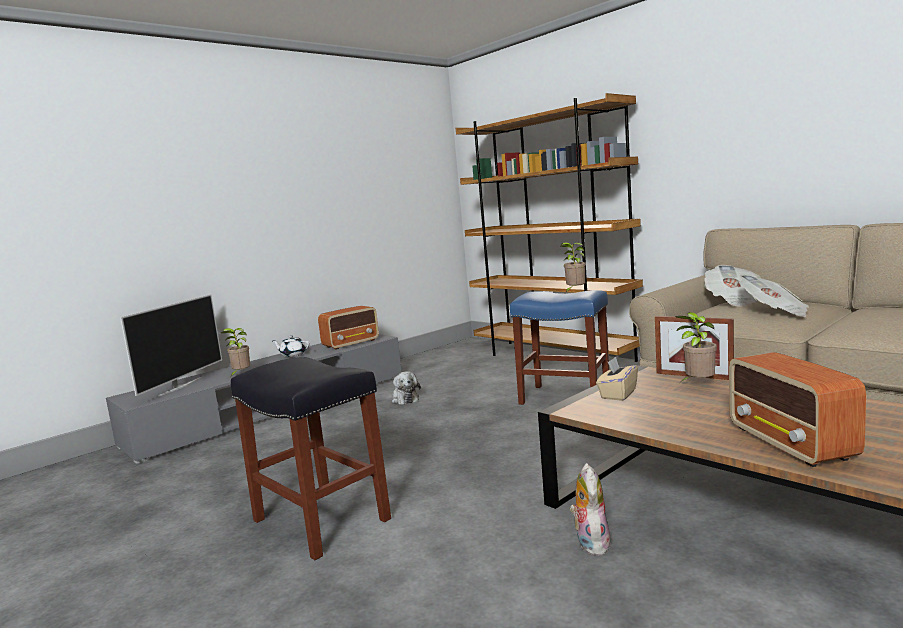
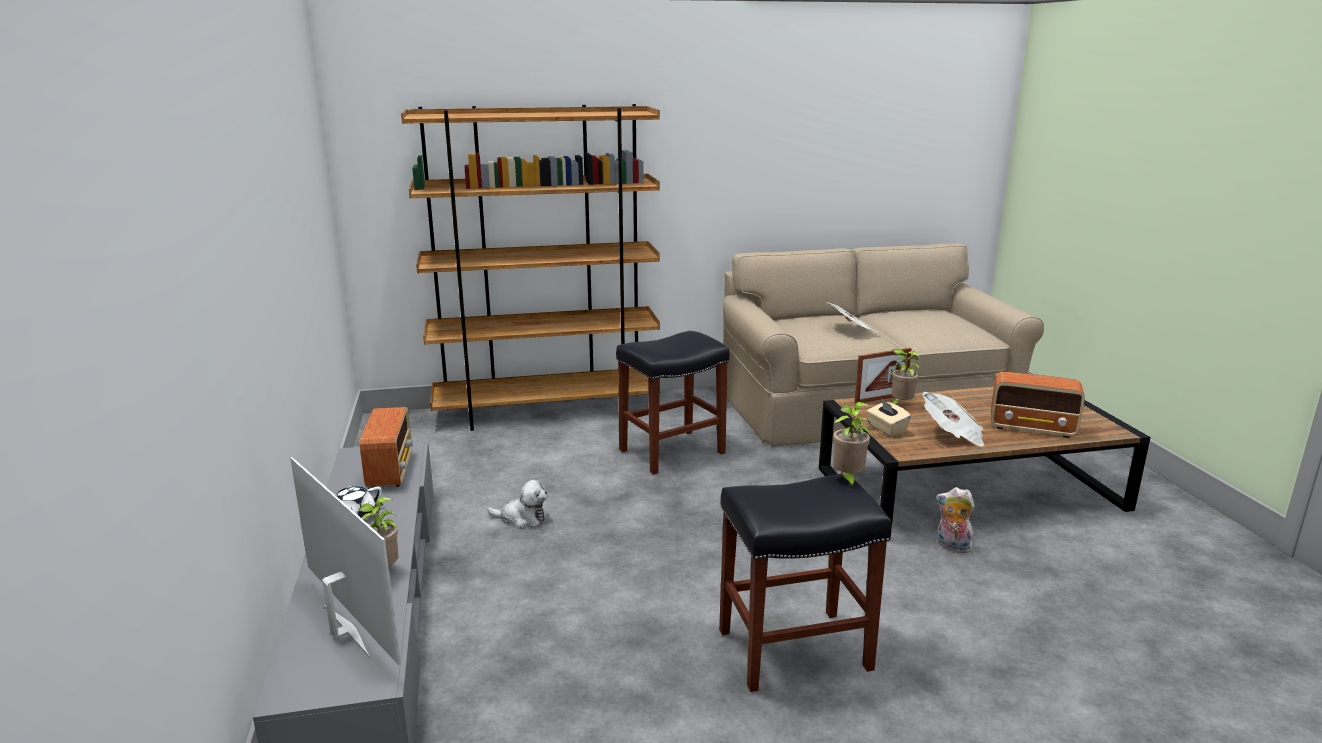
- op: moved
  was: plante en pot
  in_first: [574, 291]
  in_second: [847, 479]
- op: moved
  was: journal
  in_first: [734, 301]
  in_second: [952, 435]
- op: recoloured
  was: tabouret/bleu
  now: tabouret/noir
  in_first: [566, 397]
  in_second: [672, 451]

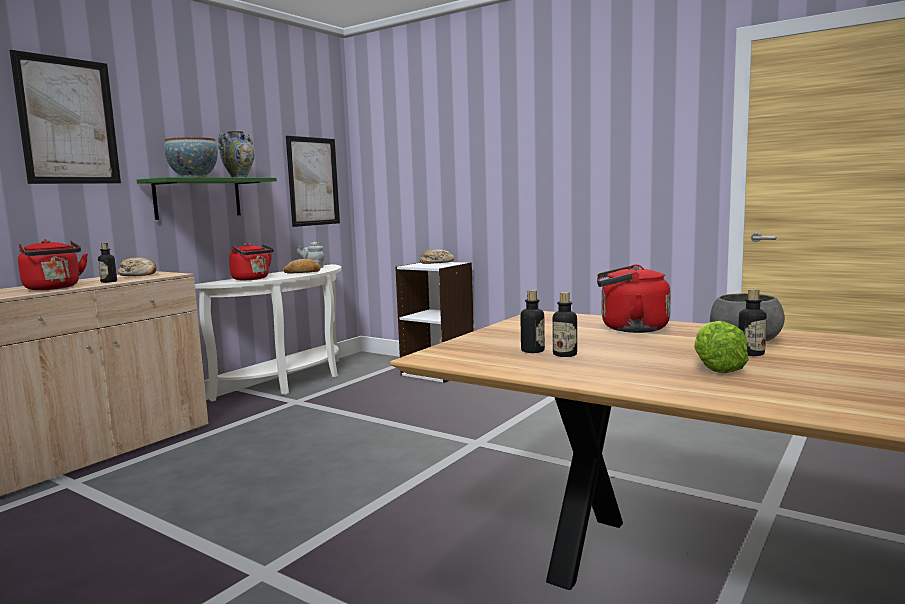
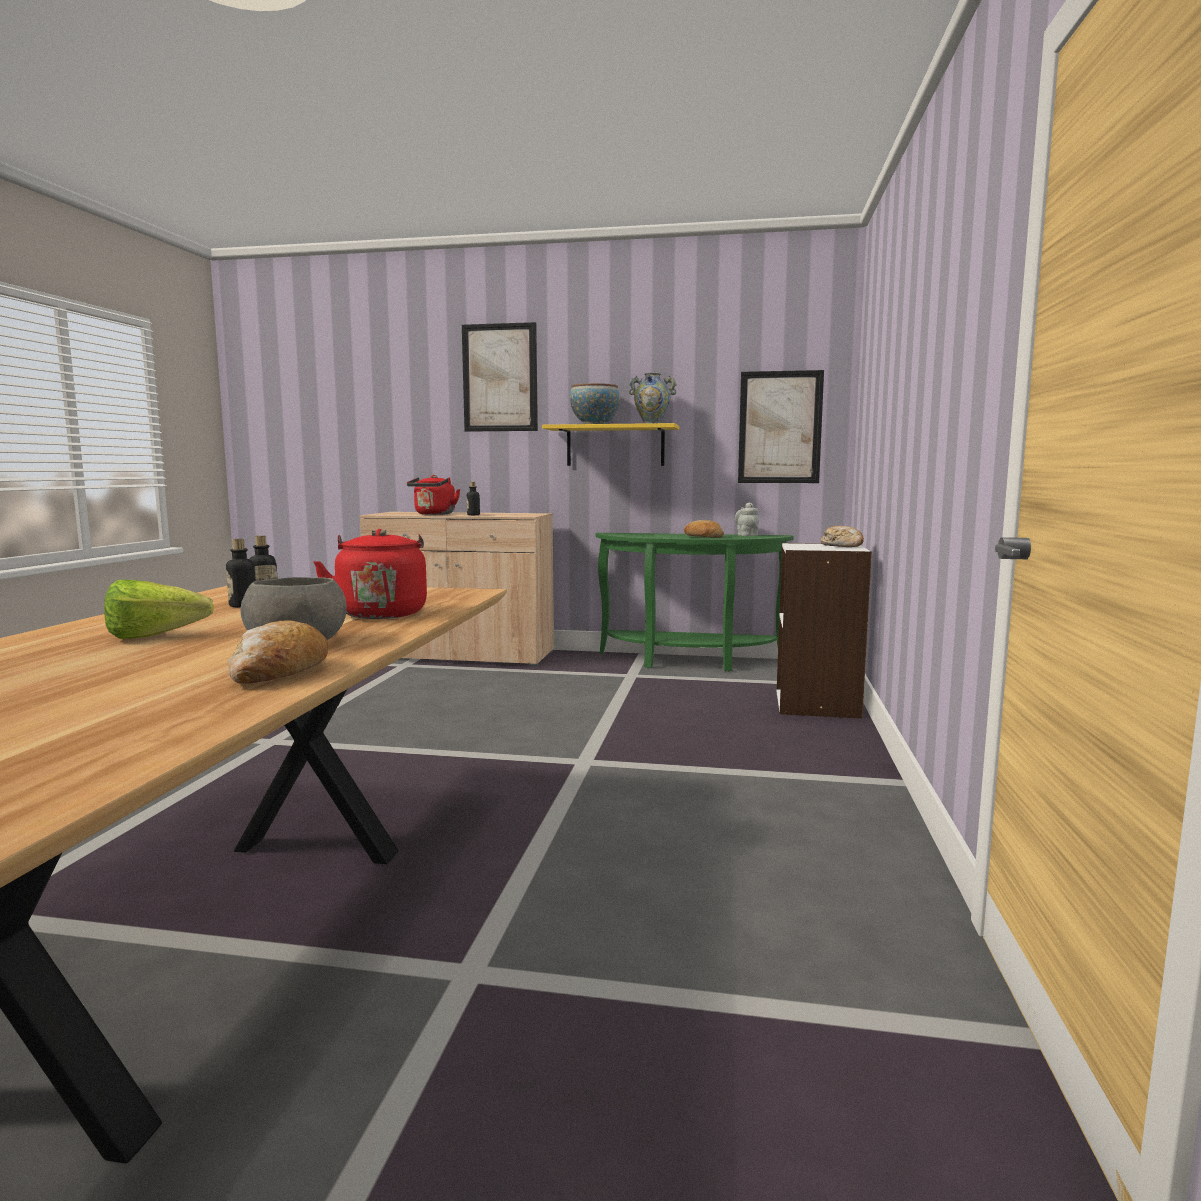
- op: removed
  was: bouilloire/rouge
  in_first: [252, 279]
- op: removed
  was: bouteille
  in_first: [751, 353]
- op: moved
  was: pain
  in_first: [139, 275]
  in_second: [278, 673]
- op: recoloured
  was: étagère/vert
  now: étagère/jaune
  in_first: [198, 198]
  in_second: [615, 446]
- op: recoloured
  was: table console/blanc
  now: table console/vert
  in_first: [293, 382]
  in_second: [688, 662]

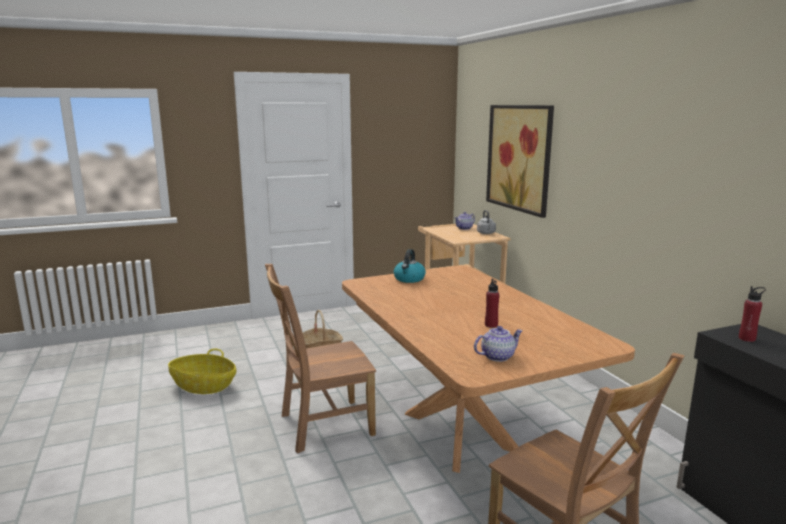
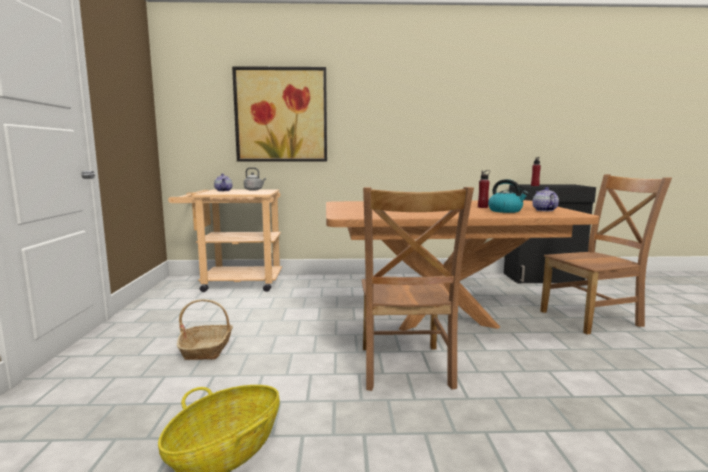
- op: moved
  was: bouilloire
  in_first: [409, 279]
  in_second: [505, 211]

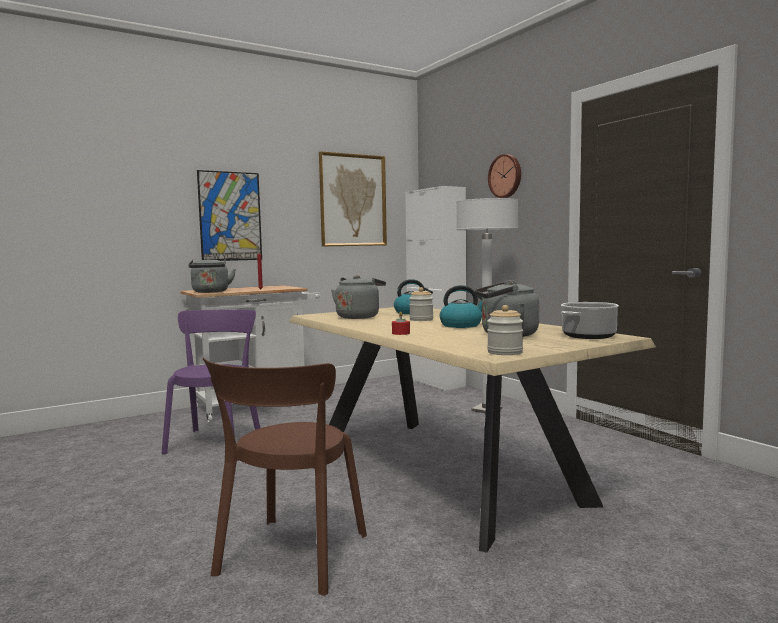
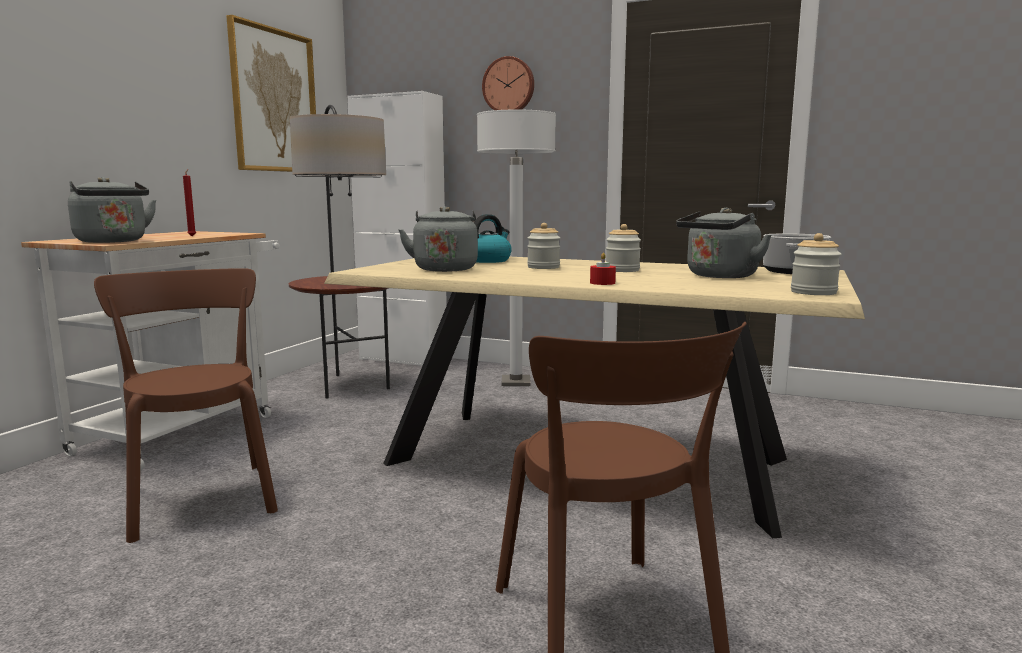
- op: removed
  was: tableau
  in_first: [230, 216]
- op: added
  now: lampadaire
  in_second: [349, 385]
- op: replaced
  was: bouilloire
  now: bocal
  in_first: [461, 325]
  in_second: [622, 270]
- op: recoloured
  was: chaise/violet
  now: chaise/marron
  in_first: [215, 440]
  in_second: [201, 496]

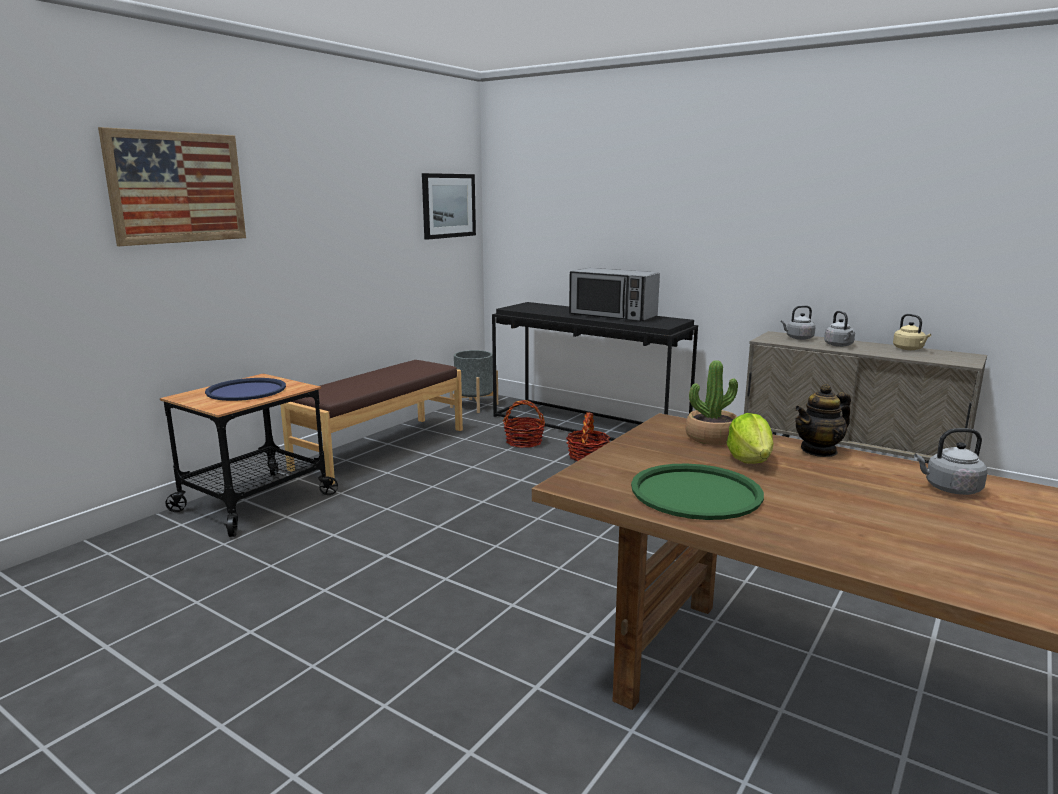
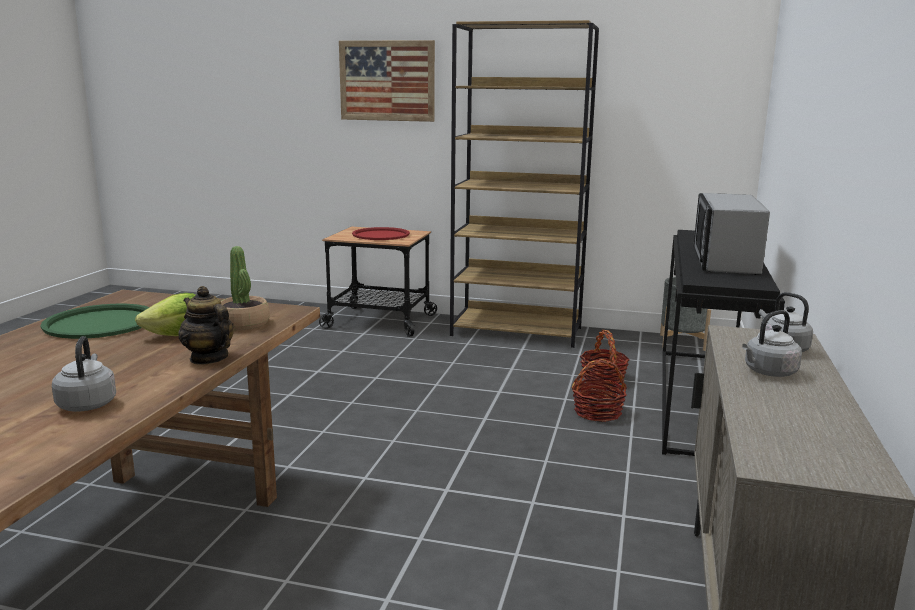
- op: removed
  was: tableau
  in_first: [448, 205]
- op: removed
  was: bouilloire/beige
  in_first: [909, 349]
- op: replaced
  was: banc/marron
  now: bibliothèque/marron
  in_first: [380, 448]
  in_second: [517, 331]
- op: recoloured
  was: plateau/bleu
  now: plateau/rouge
  in_first: [246, 391]
  in_second: [380, 235]

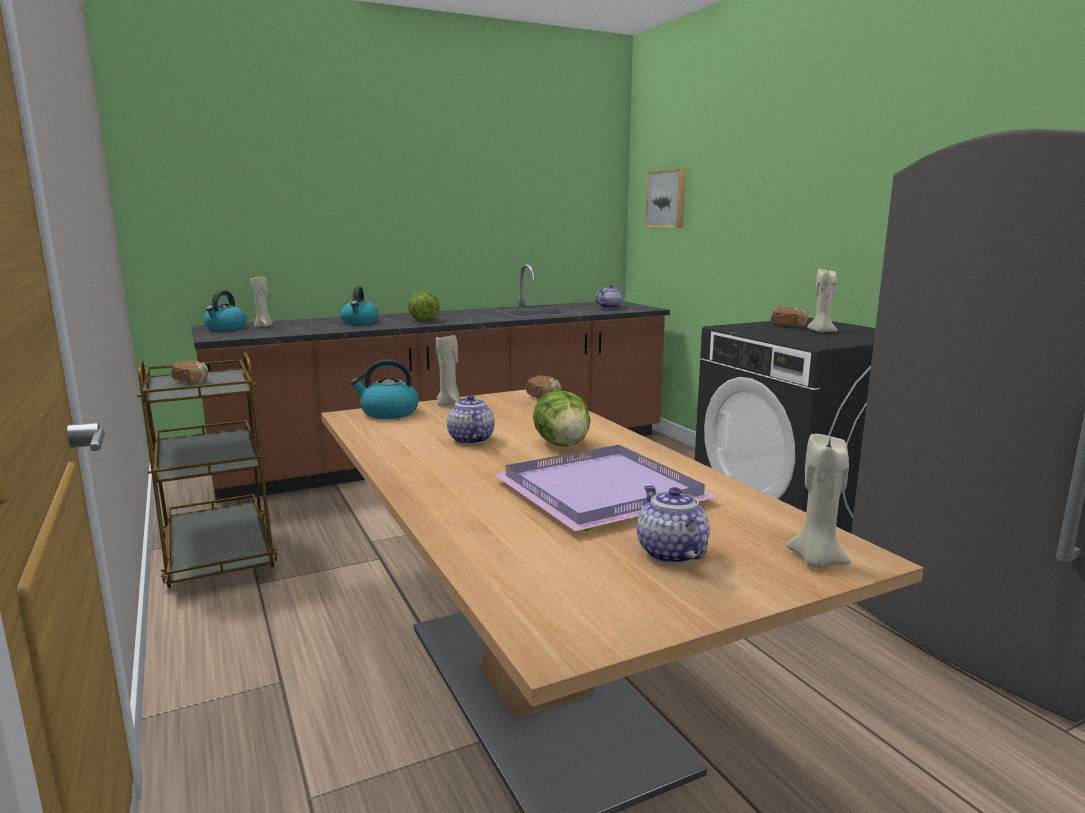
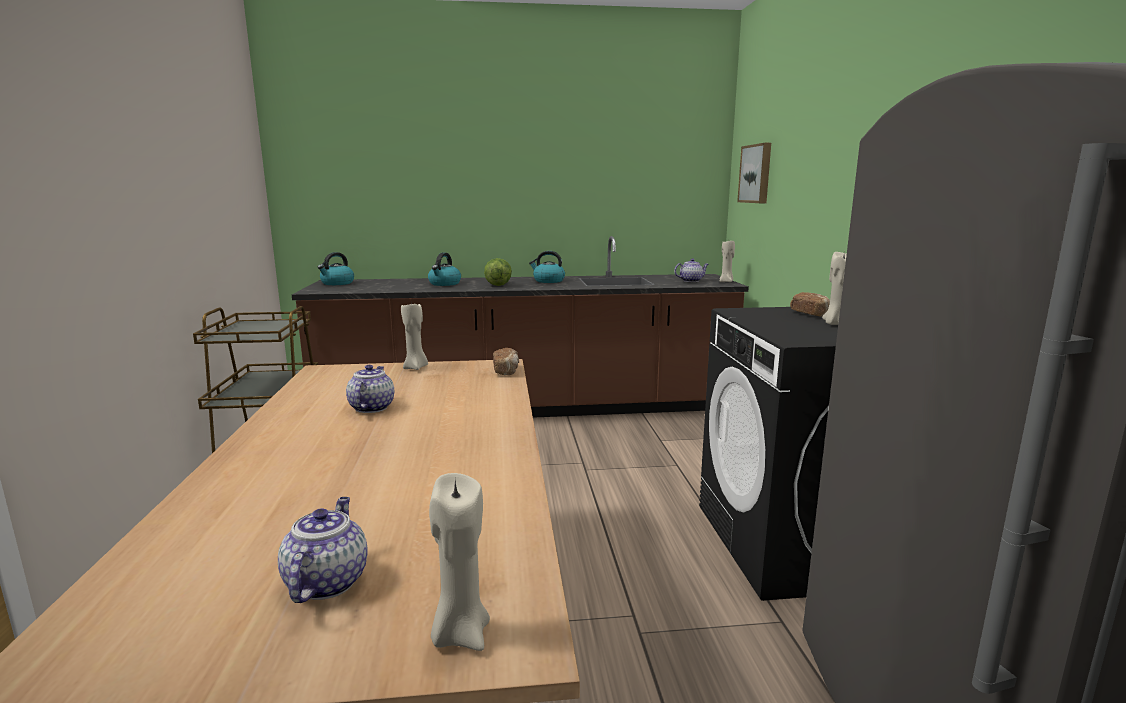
- op: removed
  was: pain
  in_first: [192, 382]
- op: removed
  was: plateau/violet
  in_first: [600, 494]
- op: removed
  was: laitue
  in_first: [563, 445]
- op: moved
  was: bougie/beige
  in_first: [263, 326]
  in_second: [726, 282]
- op: moved
  was: bouilloire
  in_first: [388, 413]
  in_second: [548, 281]

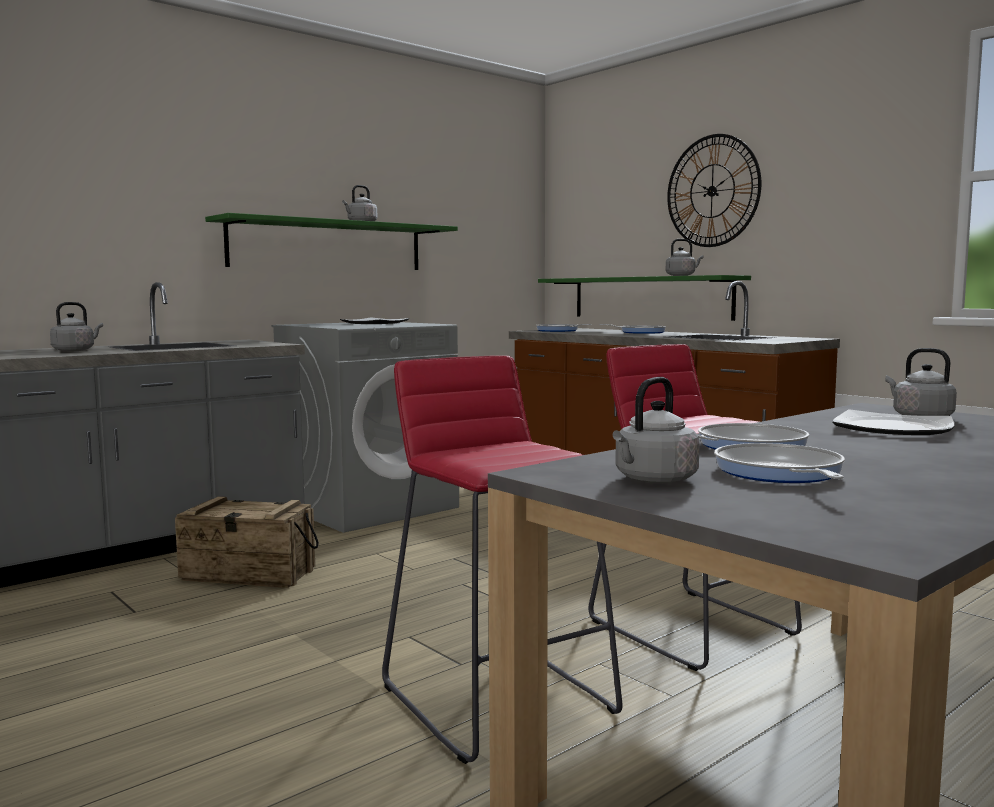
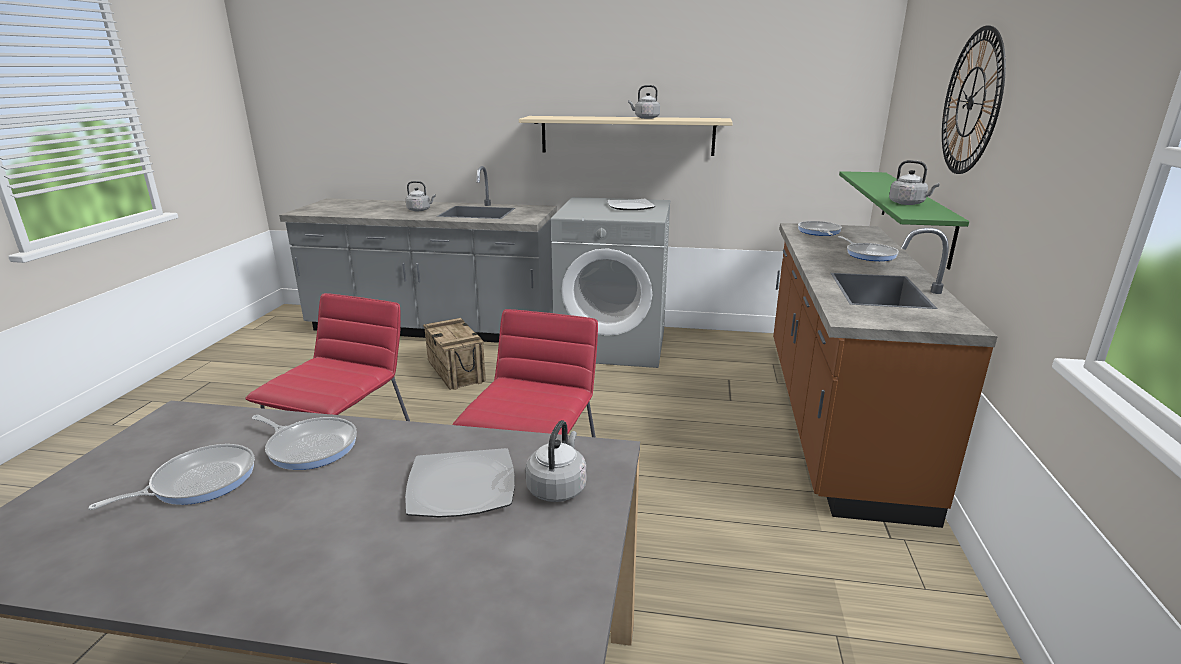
- op: removed
  was: bouilloire/gris
  in_first: [653, 480]
- op: recoloured
  was: étagère/vert
  now: étagère/beige
  in_first: [328, 246]
  in_second: [627, 135]

